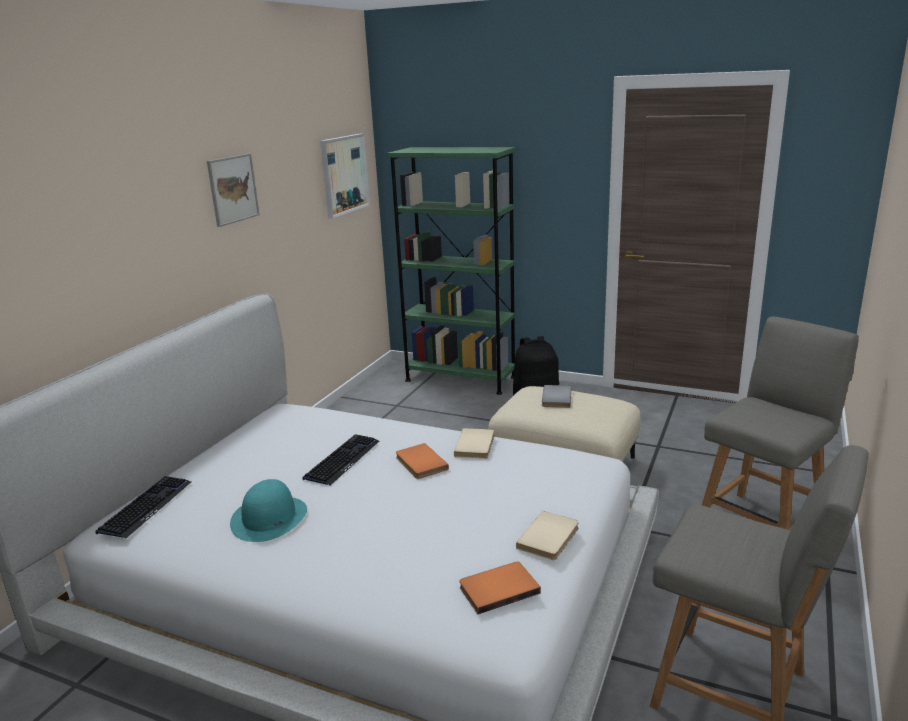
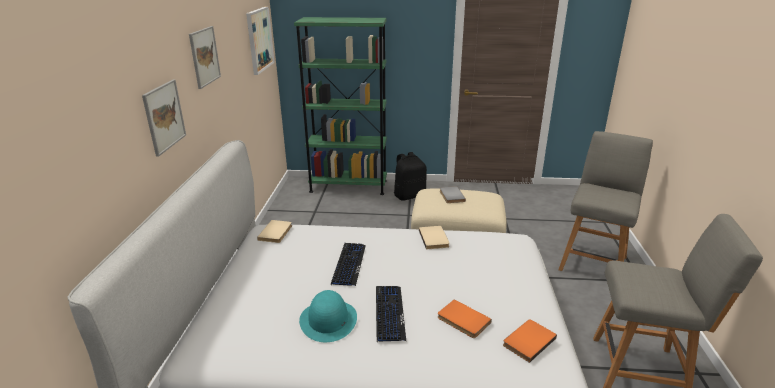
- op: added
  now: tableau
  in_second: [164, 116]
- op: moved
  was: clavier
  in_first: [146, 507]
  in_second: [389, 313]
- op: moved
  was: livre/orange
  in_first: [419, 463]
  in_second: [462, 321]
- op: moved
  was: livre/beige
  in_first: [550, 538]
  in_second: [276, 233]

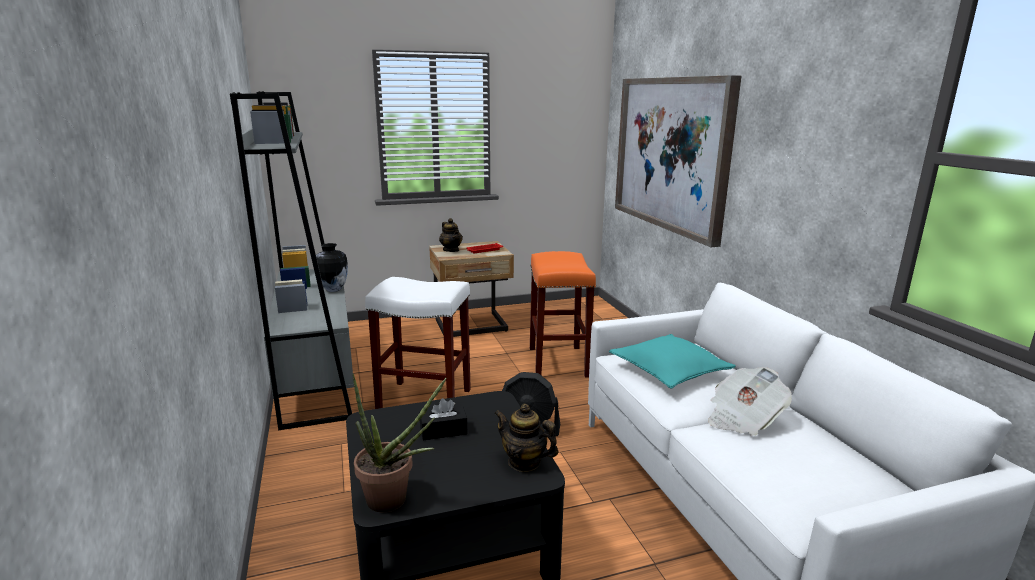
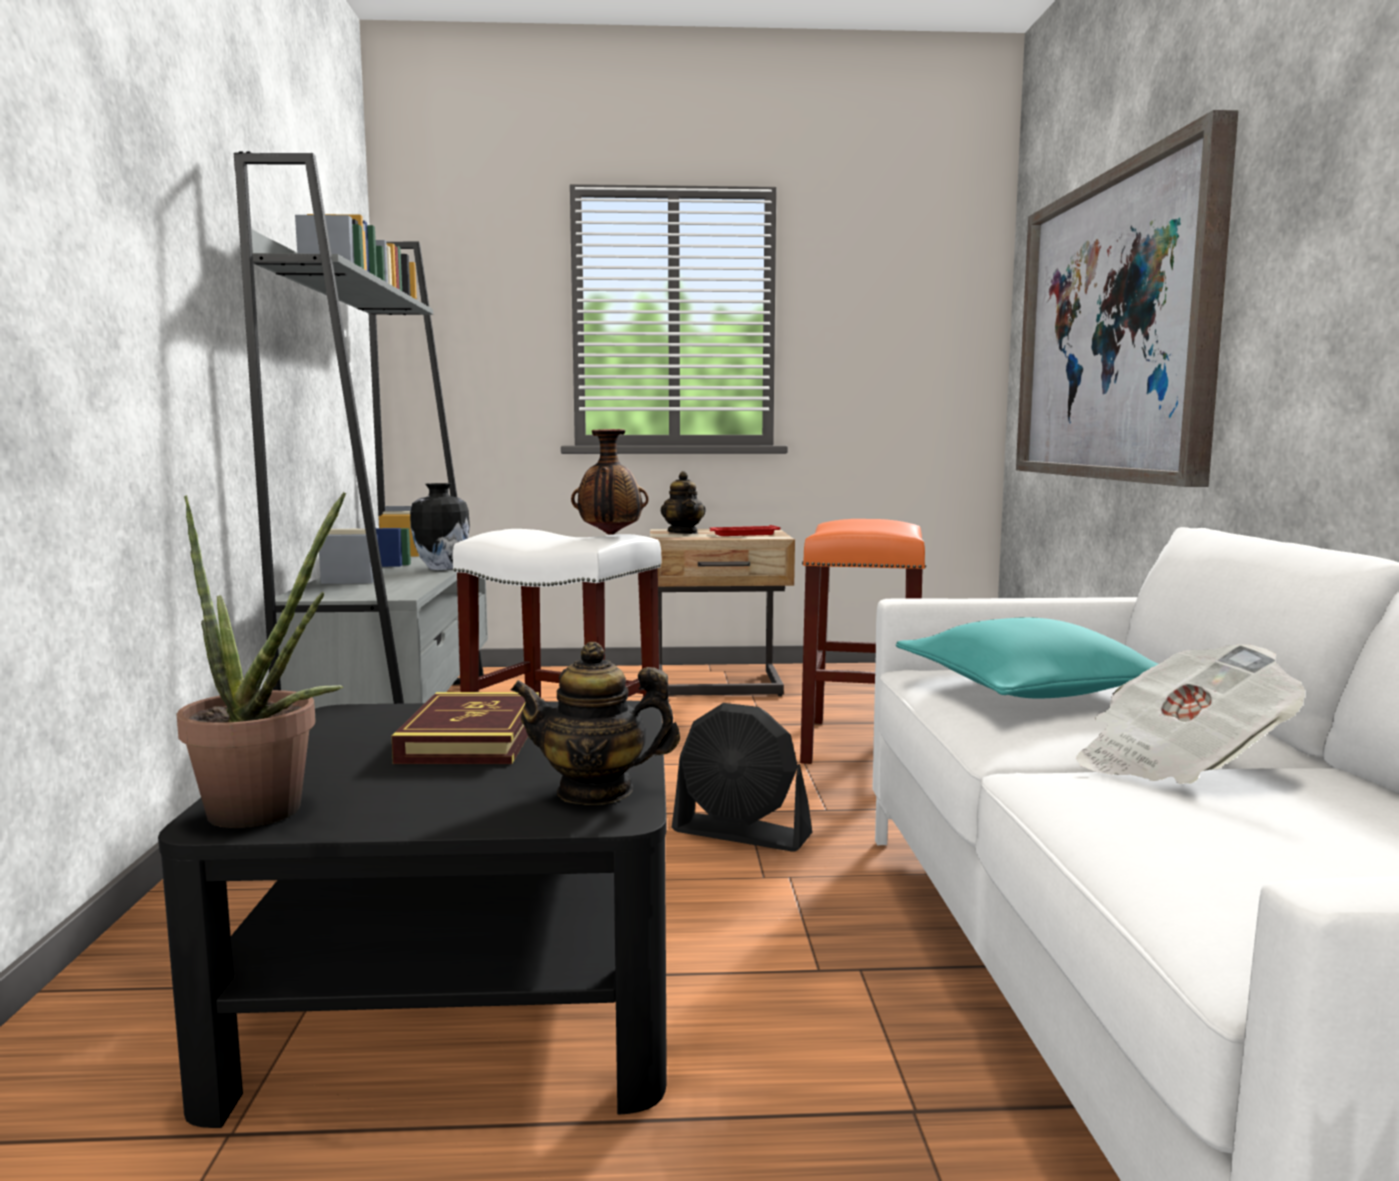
- op: added
  now: vase
  in_second: [610, 534]
- op: replaced
  was: boîte à mouchoirs/noir
  now: livre
  in_first: [443, 431]
  in_second: [471, 738]
- op: turned
  was: théière
  in_first: [524, 462]
  in_second: [595, 791]
  clockwise: -45

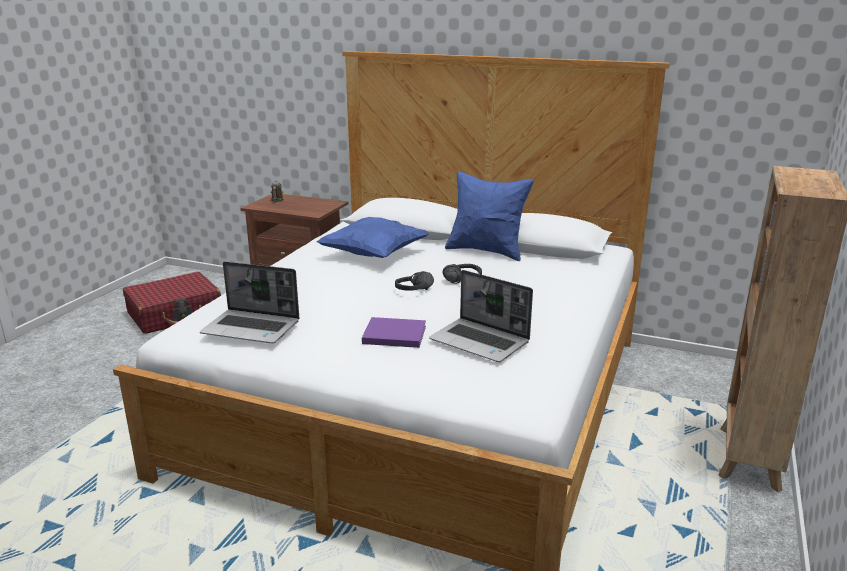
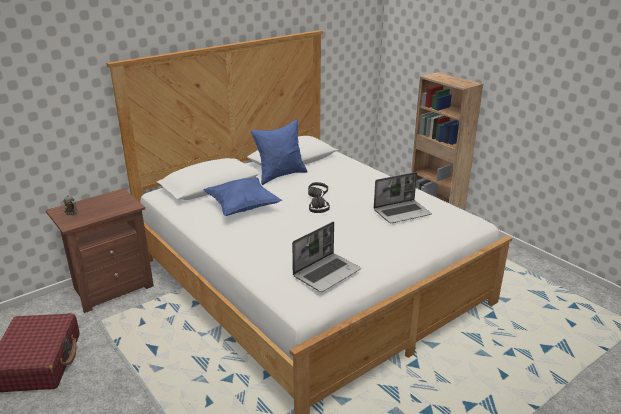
- op: removed
  was: livre/violet
  in_first: [392, 334]

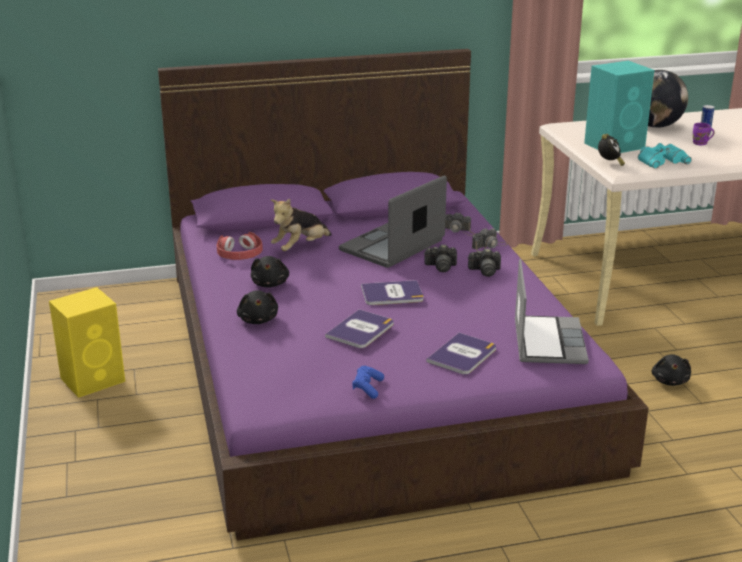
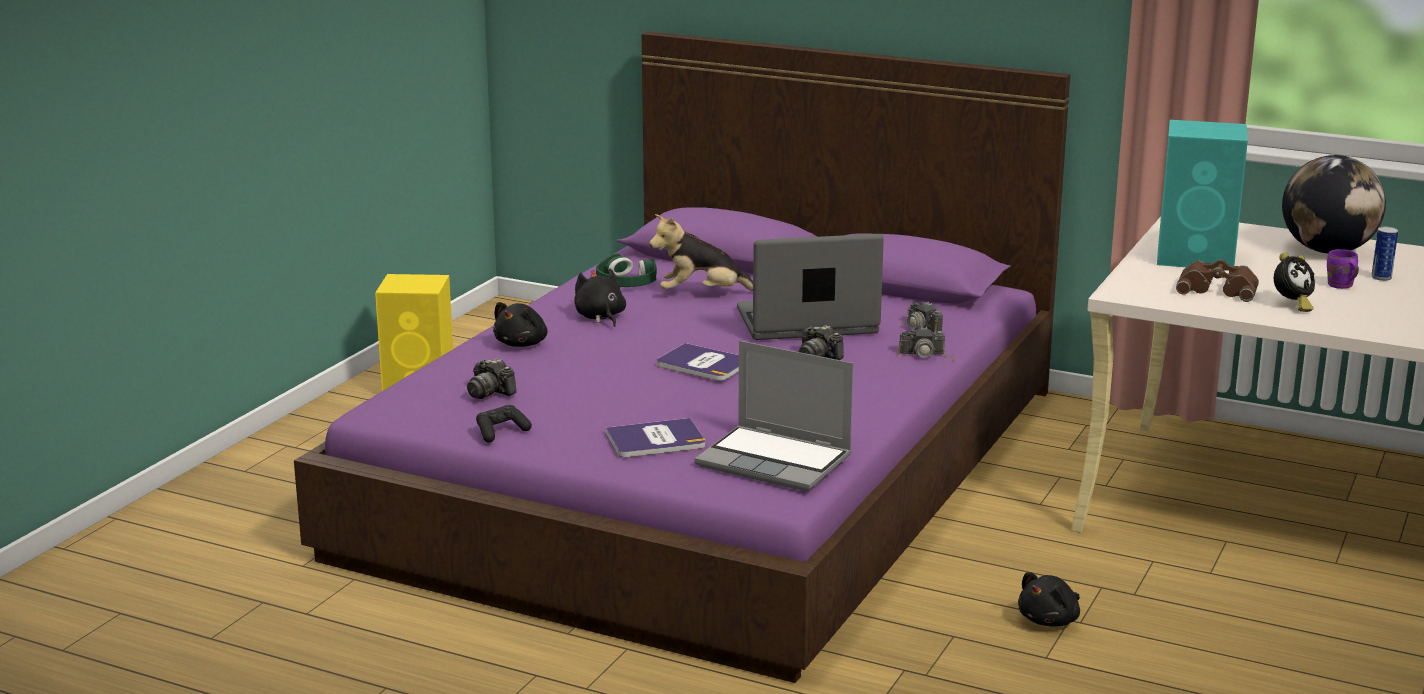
- op: removed
  was: livre
  in_first: [360, 330]
- op: moved
  was: appareil photo
  in_first: [485, 271]
  in_second: [490, 392]
- op: moved
  was: réveil
  in_first: [609, 164]
  in_second: [1291, 305]
- op: recoloured
  was: casque audio/rouge
  now: casque audio/vert
  in_first: [240, 254]
  in_second: [626, 283]
- op: recoloured
  was: manette/bleu
  now: manette/noir
  in_first: [367, 388]
  in_second: [501, 432]
- op: recoloured
  was: jumelles/turquoise
  now: jumelles/marron
  in_first: [661, 160]
  in_second: [1218, 289]
- op: turned
  was: peluche/noir
  in_first: [270, 284]
  in_second: [600, 317]
  clockwise: 120
- op: turned
  was: ordinateur portable
  in_first: [547, 341]
  in_second: [776, 461]
  clockwise: 75

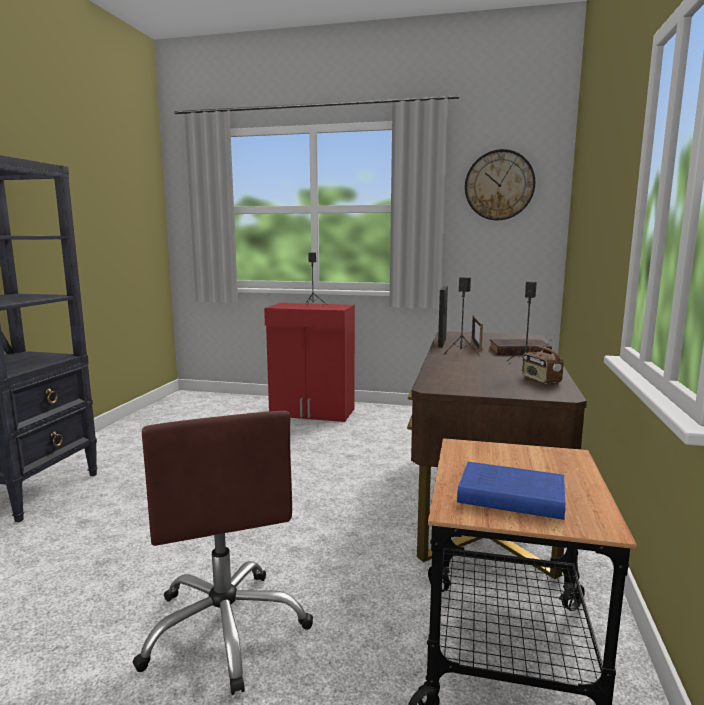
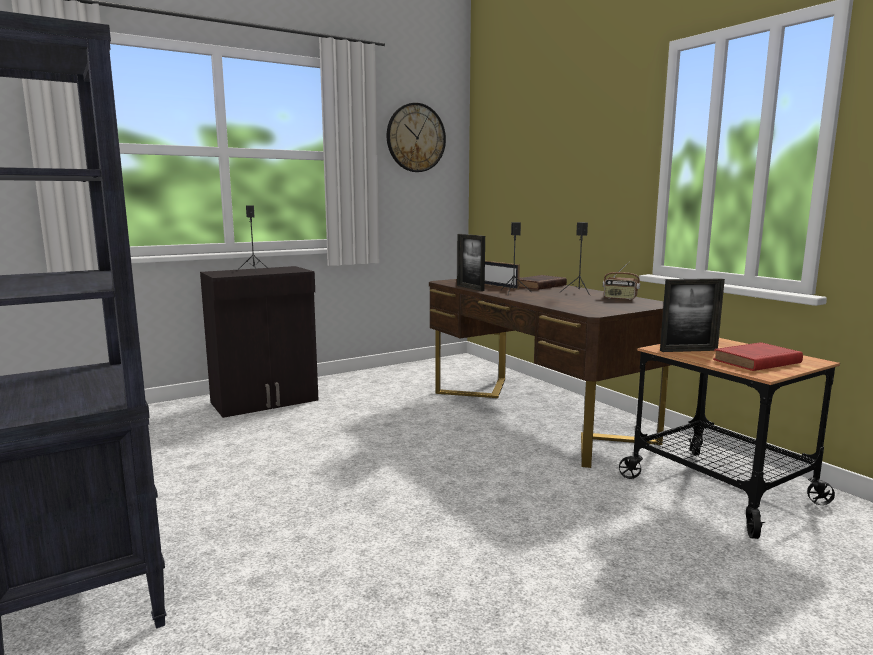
- op: removed
  was: chaise de bureau/marron
  in_first: [226, 628]
- op: added
  now: cadre photo
  in_second: [688, 350]
- op: recoloured
  was: meuble de rangement/rouge
  now: meuble de rangement/noir
  in_first: [312, 412]
  in_second: [266, 401]
- op: recoloured
  was: livre/bleu
  now: livre/rouge
  in_first: [508, 496]
  in_second: [755, 362]

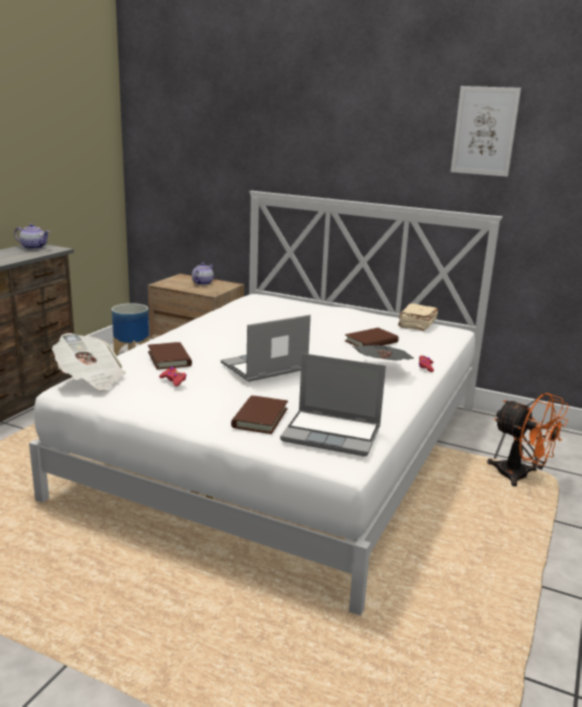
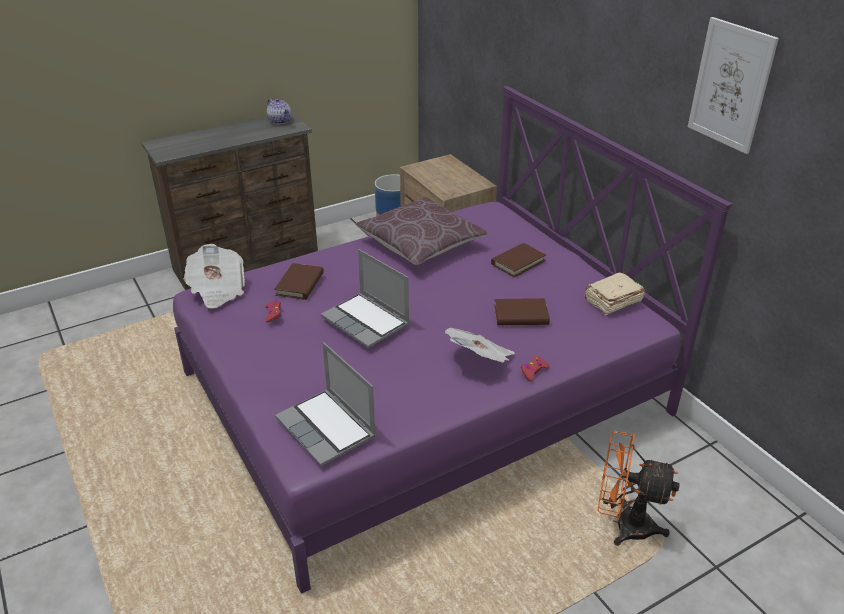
- op: removed
  was: théière
  in_first: [202, 283]
- op: added
  now: coussin/marron
  in_second: [420, 244]
- op: moved
  was: livre/marron
  in_first: [260, 418]
  in_second: [518, 262]
- op: recoloured
  was: lit/blanc
  now: lit/violet
  in_first: [286, 448]
  in_second: [421, 392]
- op: turned
  was: ordinateur portable
  in_first: [264, 368]
  in_second: [367, 321]
  clockwise: -135
- op: turned
  was: ventilateur/orange
  in_first: [520, 477]
  in_second: [623, 524]
  clockwise: 120

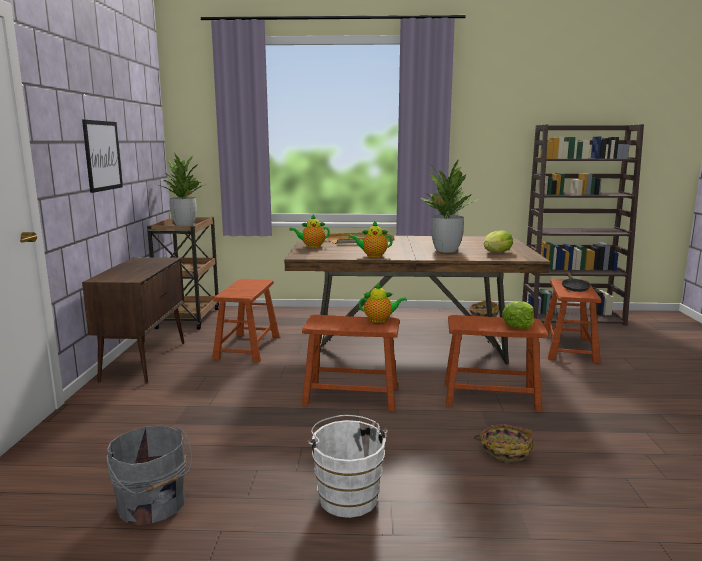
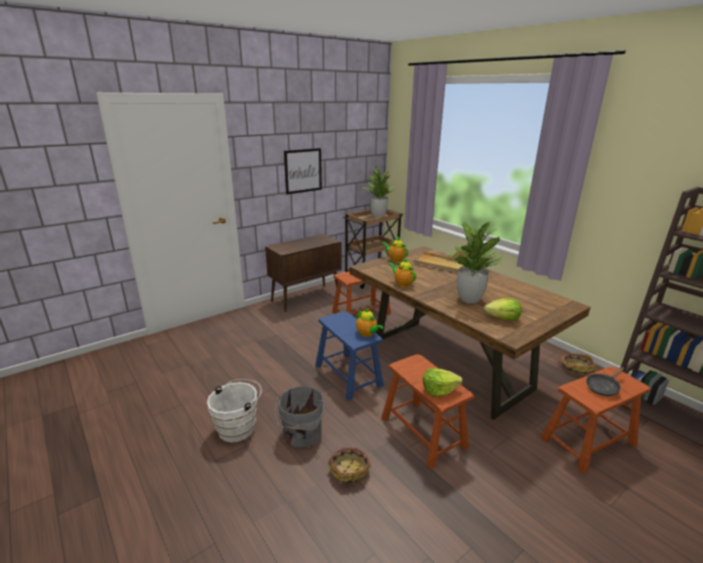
- op: moved
  was: seau/gris
  in_first: [152, 505]
  in_second: [301, 434]
- op: recoloured
  was: tabouret/marron
  now: tabouret/bleu
  in_first: [351, 395]
  in_second: [348, 375]

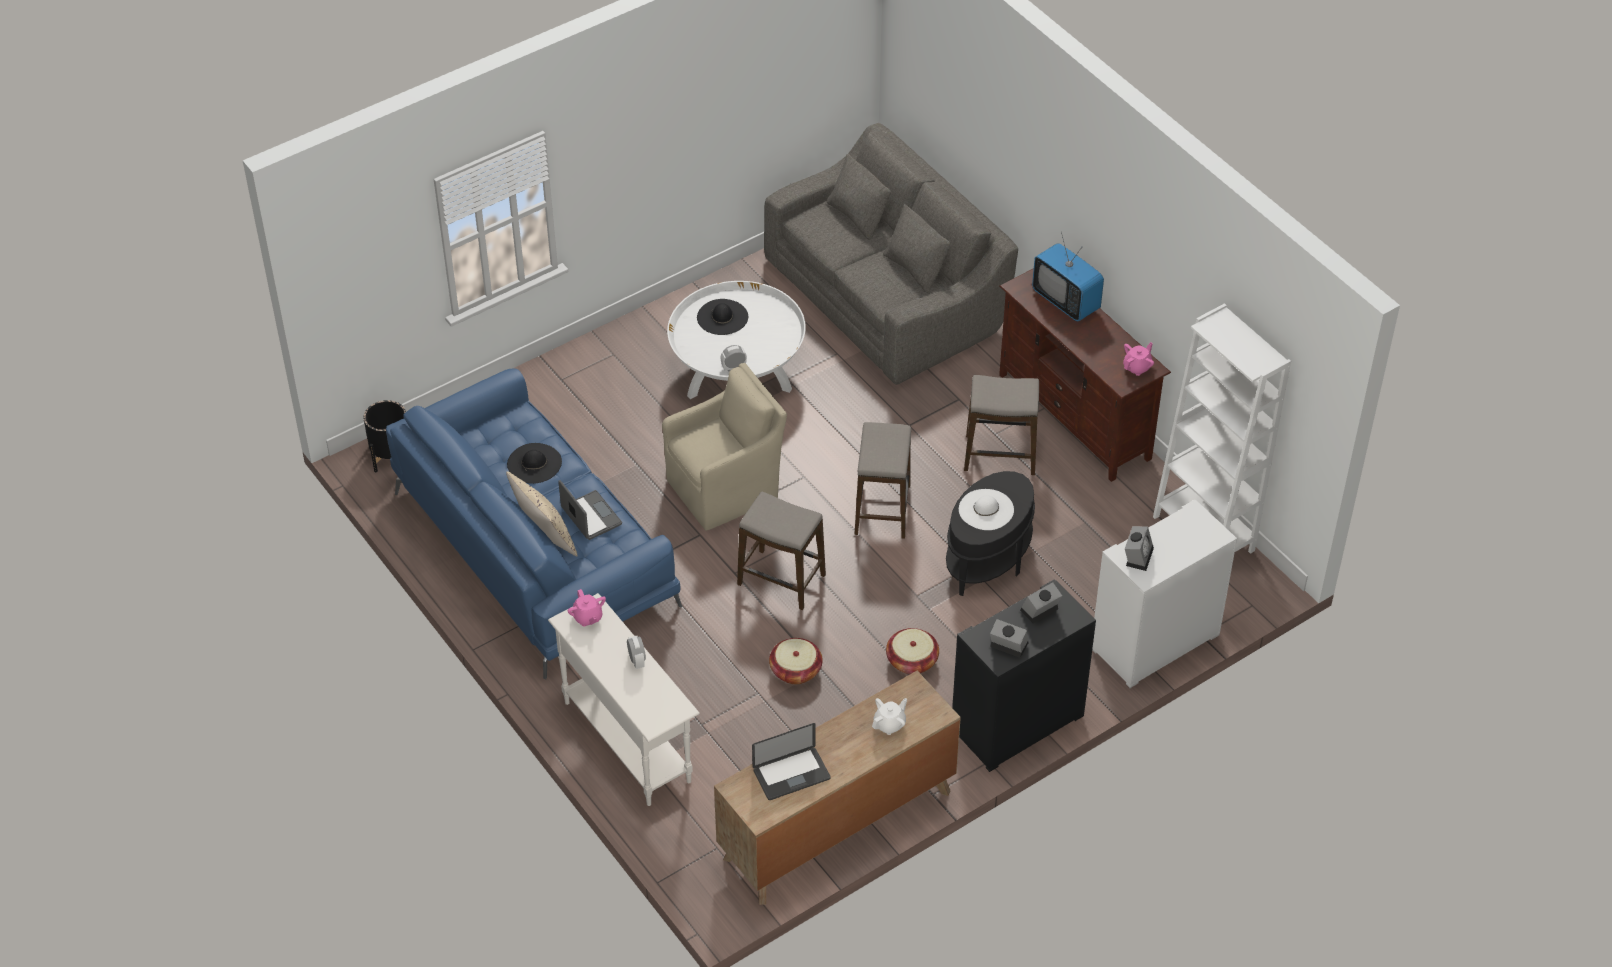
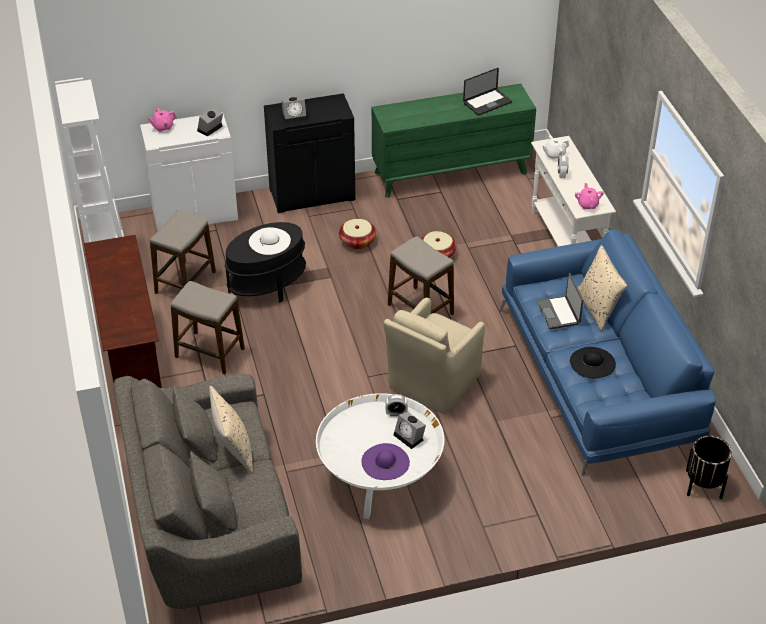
- op: removed
  was: téléviseur
  in_first: [1066, 301]
- op: added
  now: coussin/beige
  in_second: [233, 450]
- op: moved
  was: tabouret
  in_first: [883, 510]
  in_second: [185, 283]
- op: moved
  was: théière/blanc
  in_first: [889, 724]
  in_second: [554, 155]
- op: moved
  was: réveil
  in_first: [1007, 645]
  in_second: [410, 437]
- op: moved
  was: théière/rose
  in_first: [1137, 367]
  in_second: [162, 127]
- op: recoloured
  was: chapeau/noir
  now: chapeau/violet
  in_first: [722, 317]
  in_second: [385, 462]
- op: recoloured
  was: commode/marron
  now: commode/vert
  in_first: [837, 826]
  in_second: [451, 172]
- op: turned
  was: fauteuil/beige
  in_first: [726, 488]
  in_second: [432, 383]
  clockwise: -45
- op: turned
  was: ordinateur portable
  in_first: [791, 774]
  in_second: [487, 103]
  clockwise: 150

